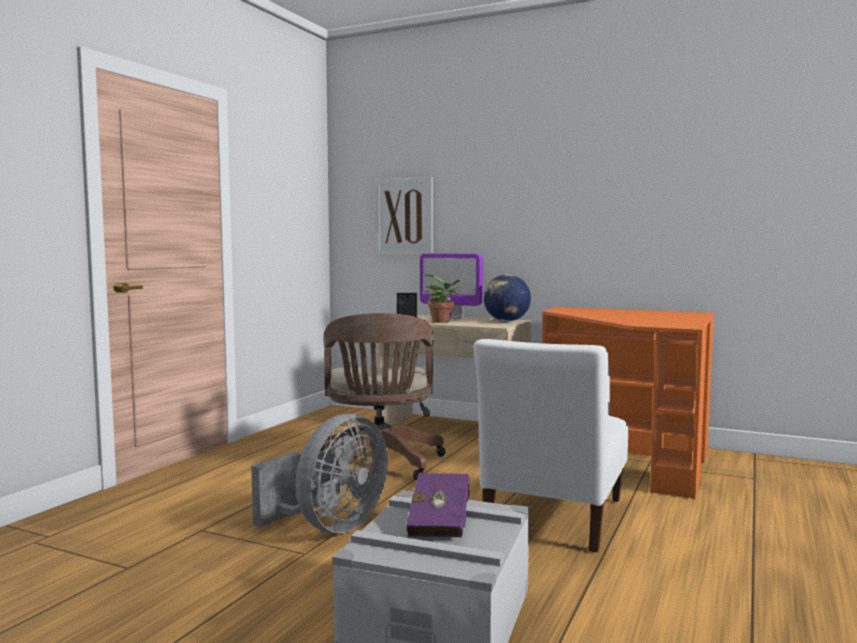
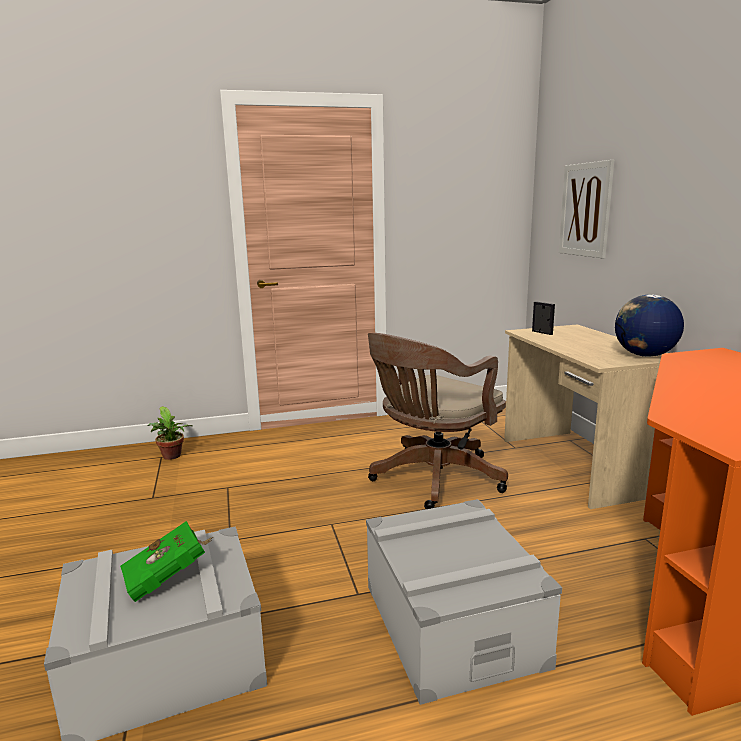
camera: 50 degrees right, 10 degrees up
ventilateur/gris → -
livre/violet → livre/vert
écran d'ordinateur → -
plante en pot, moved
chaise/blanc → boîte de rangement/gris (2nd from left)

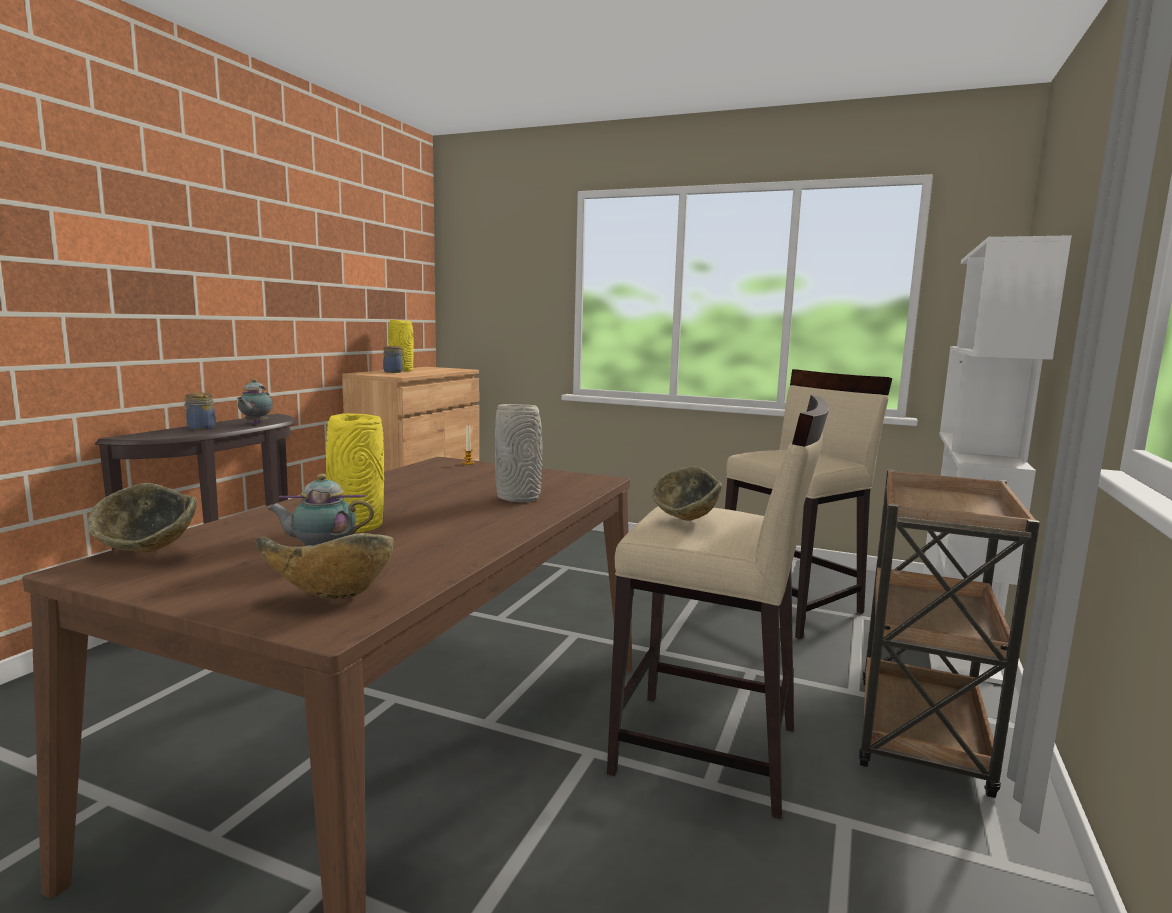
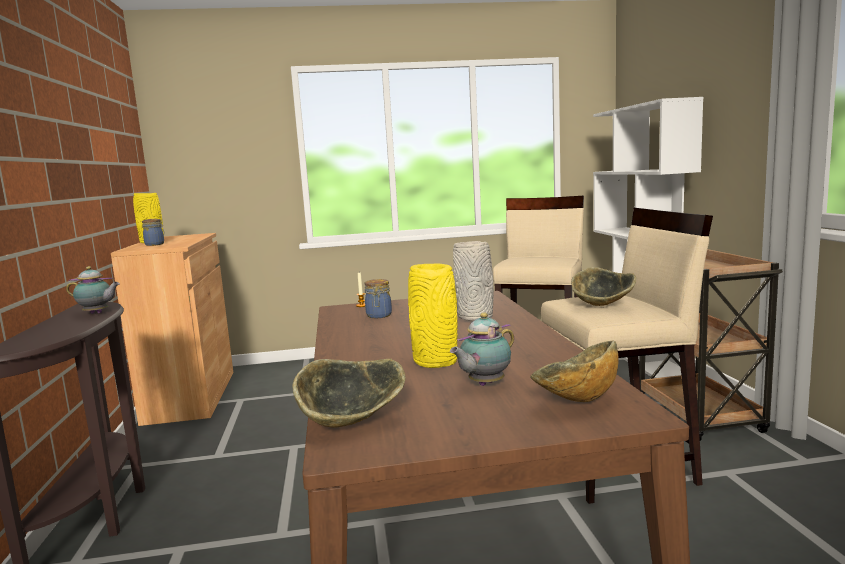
camera: 30 degrees left, 0 degrees up
bocal (1st from left in the first image) → bocal (2nd from left), moved
théière (1st from left), 60 degrees counterclockwise

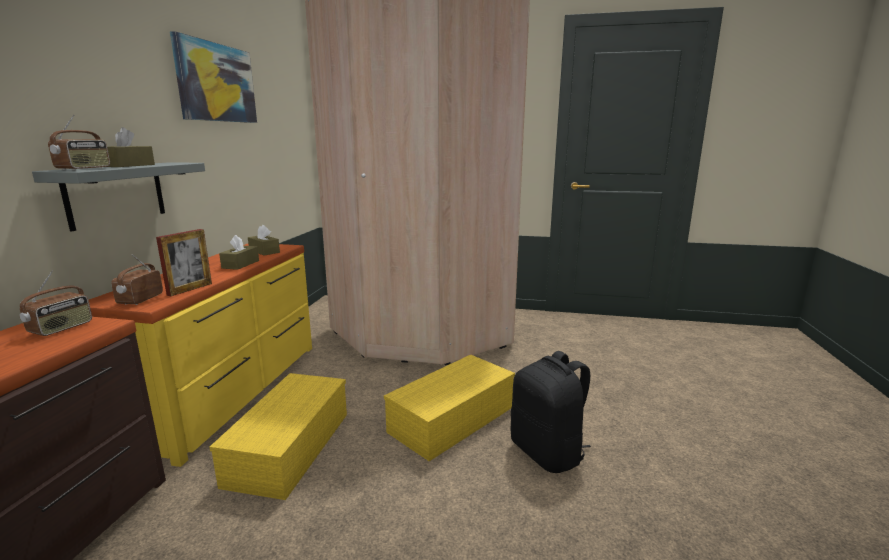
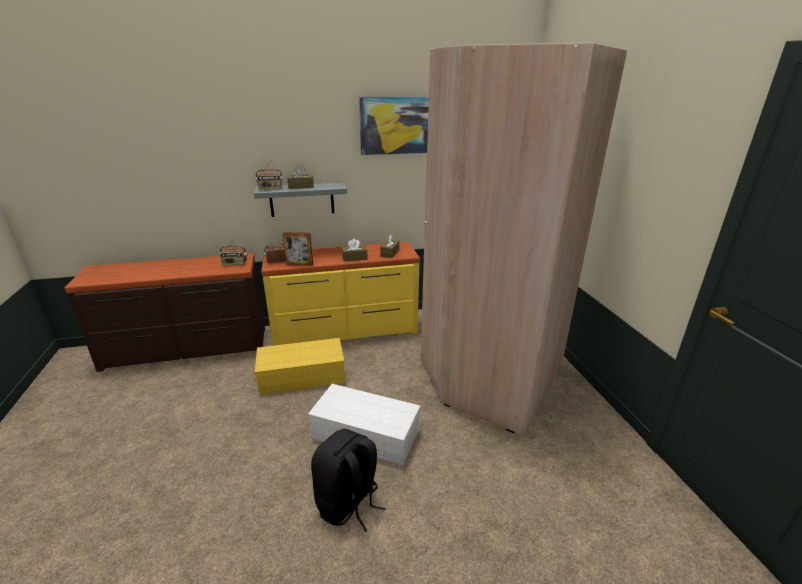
camera: 65 degrees right, 10 degrees up
boîte de rangement/jaune (2nd from left) → boîte de rangement/blanc

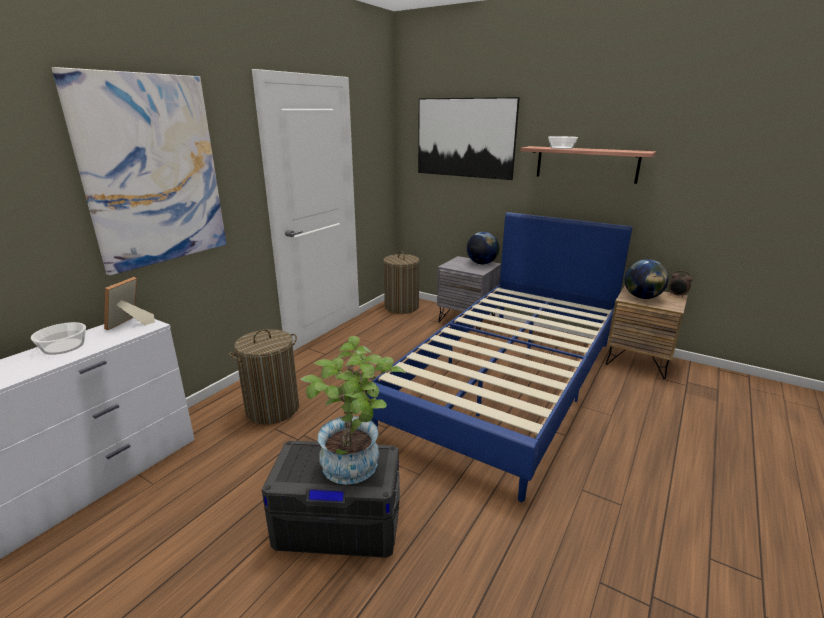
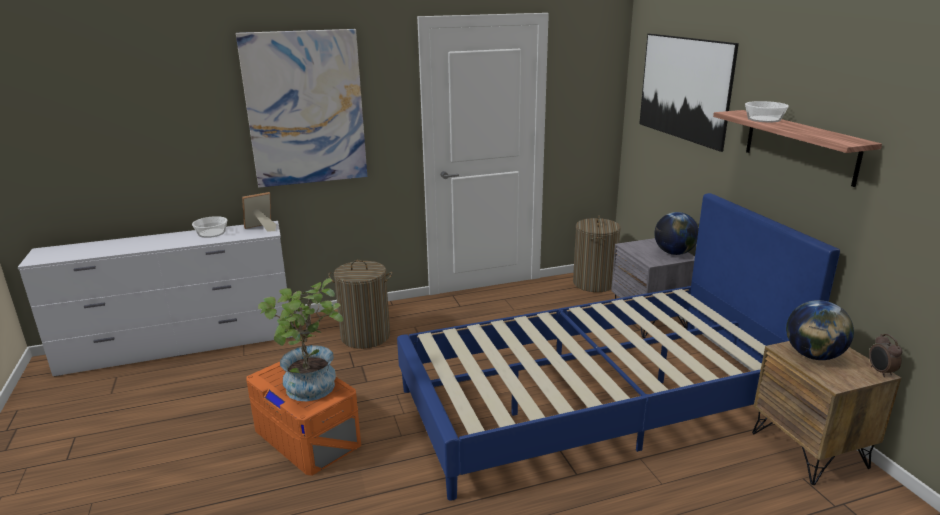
camera: 40 degrees right, 0 degrees up
boîte de rangement/gris → boîte de rangement/orange

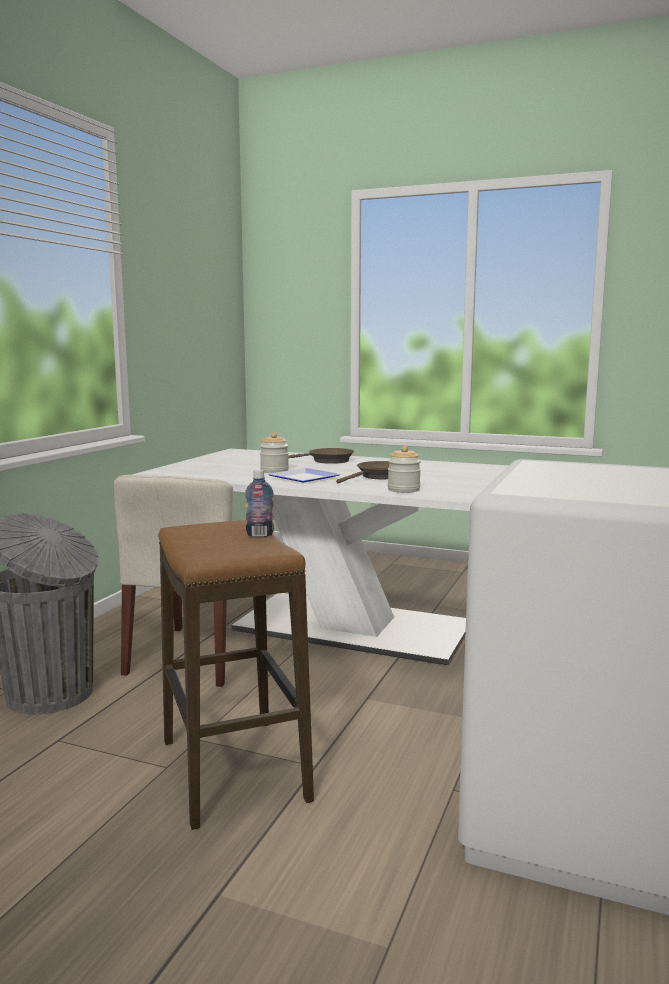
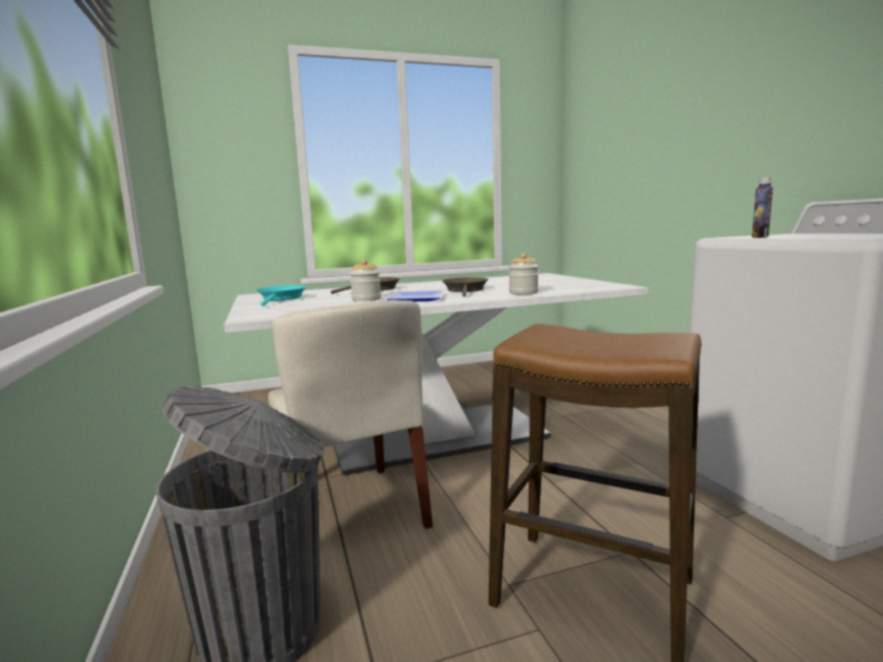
camera: 40 degrees left, 0 degrees up
bouteille, moved
- → poêle/turquoise

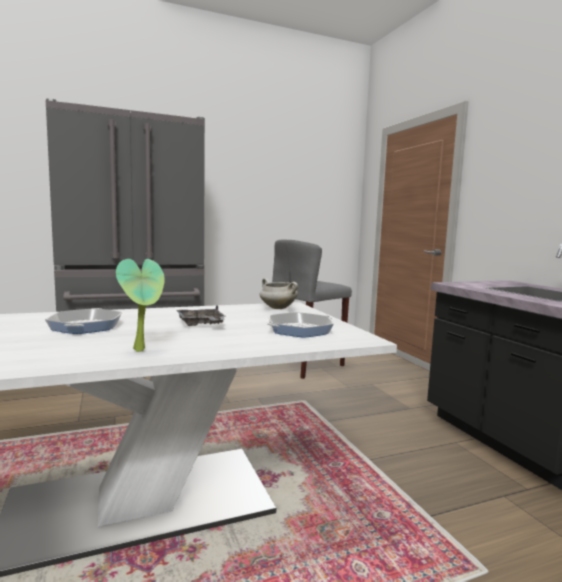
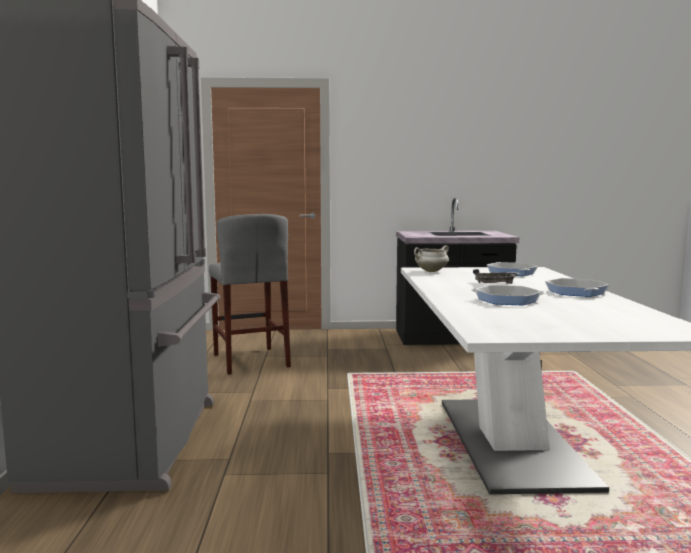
camera: 70 degrees left, 0 degrees up
plante en pot → poêle (3rd from left)

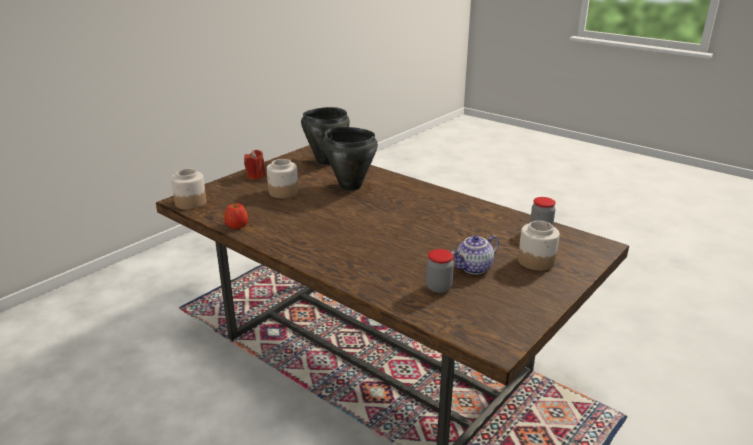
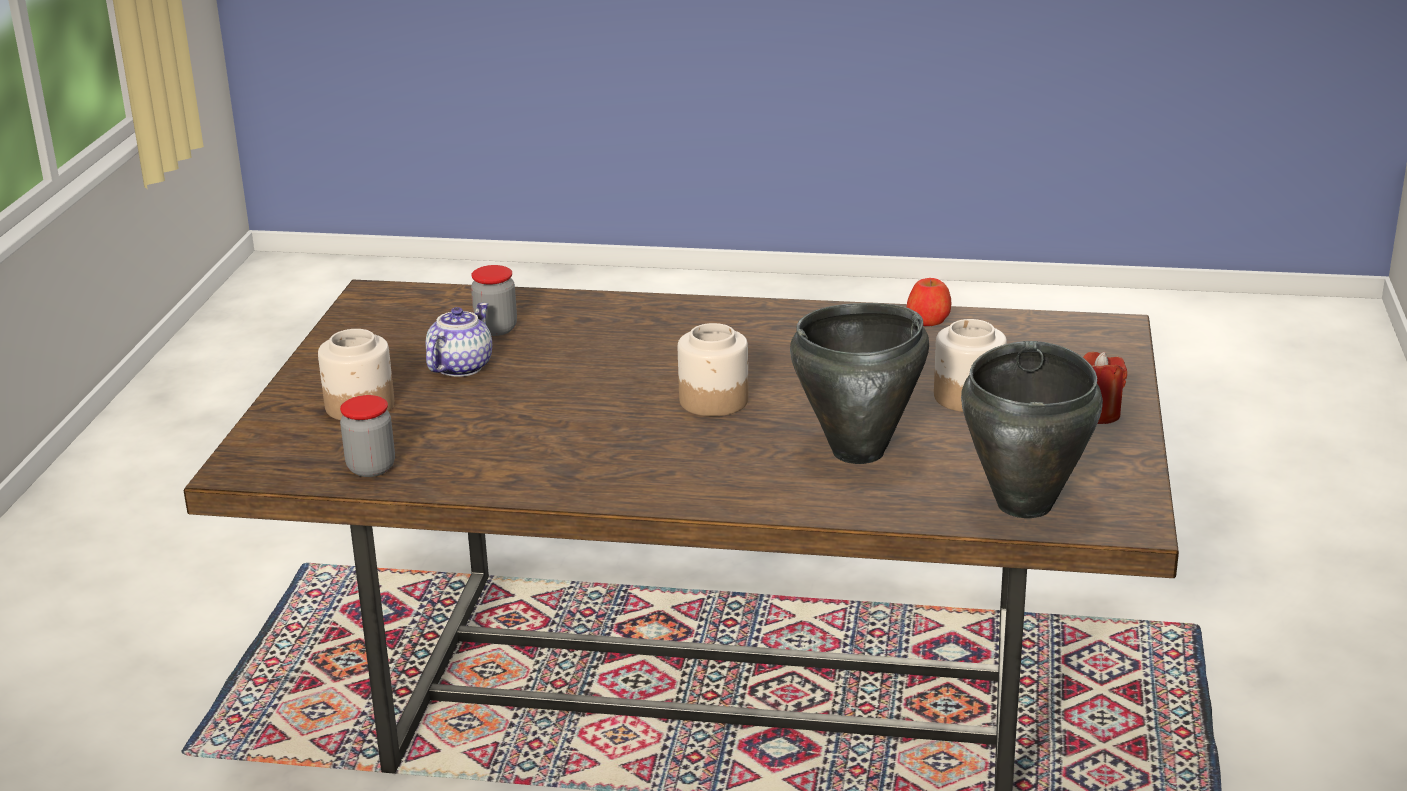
camera: 150 degrees right, 0 degrees up
bocal (1st from left in the first image) → bocal (4th from left), moved

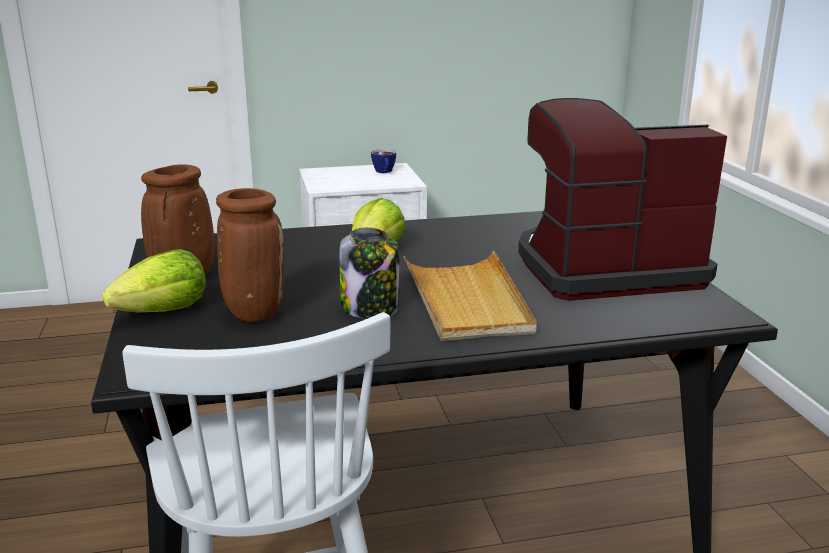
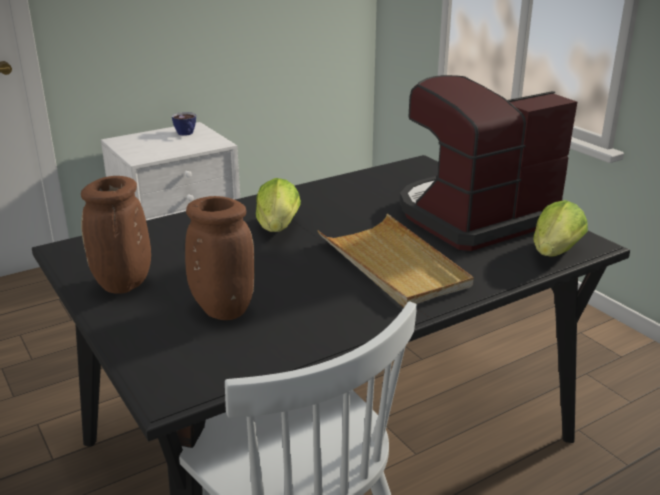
camera: 20 degrees left, 5 degrees up
laitue (1st from left in the first image) → laitue (2nd from left), moved
bocal → -

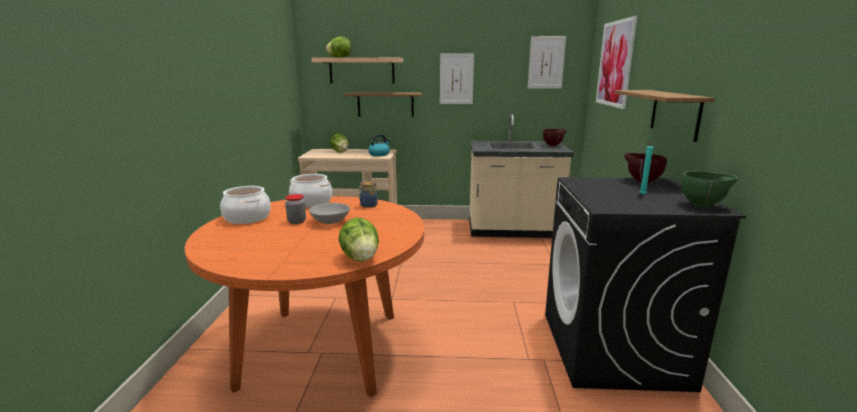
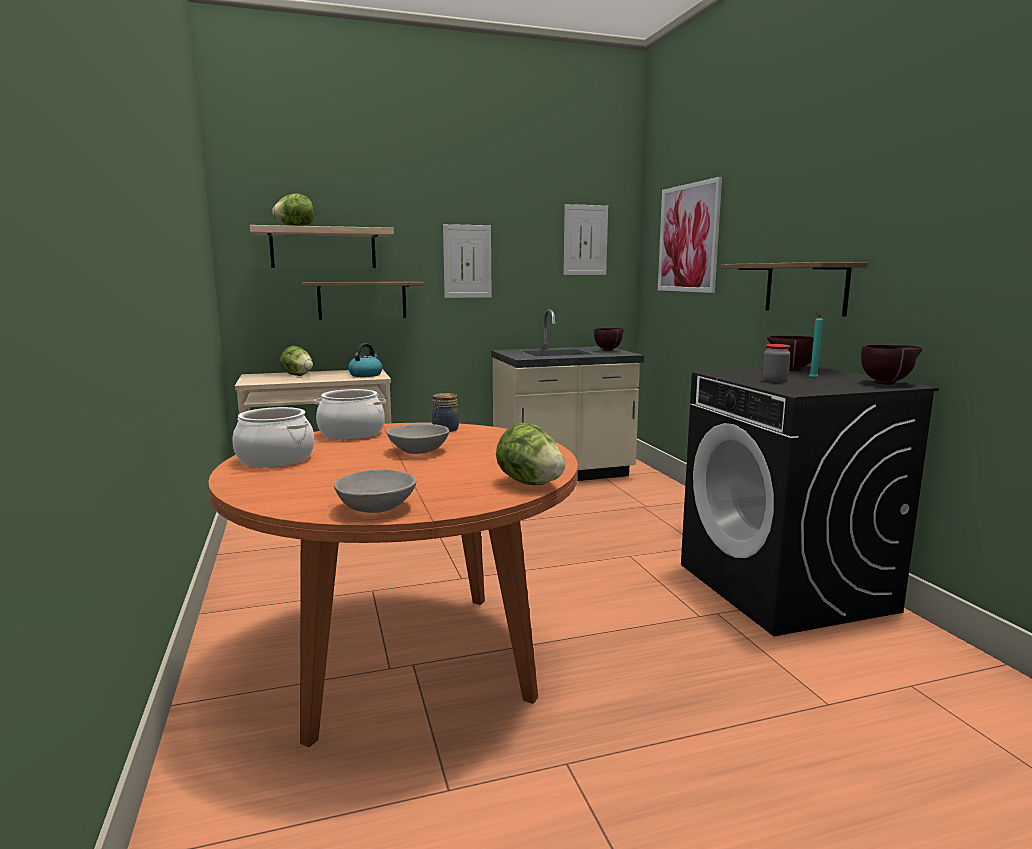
camera: 20 degrees left, 5 degrees down
bocal (1st from left in the first image) → bocal (2nd from left), moved
bol/vert → bol/marron (3rd from left)
- → bol/gris (1st from left)

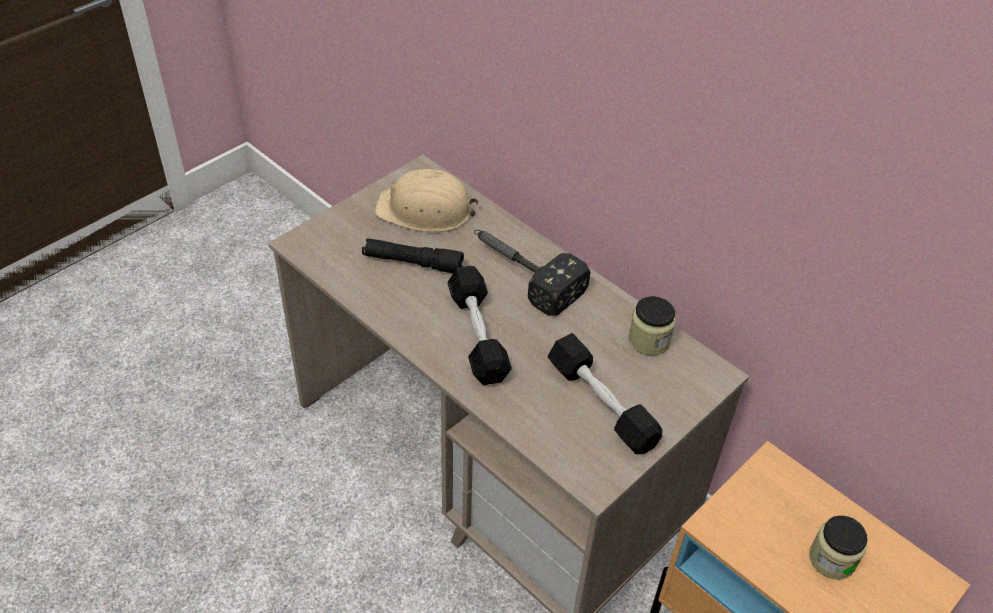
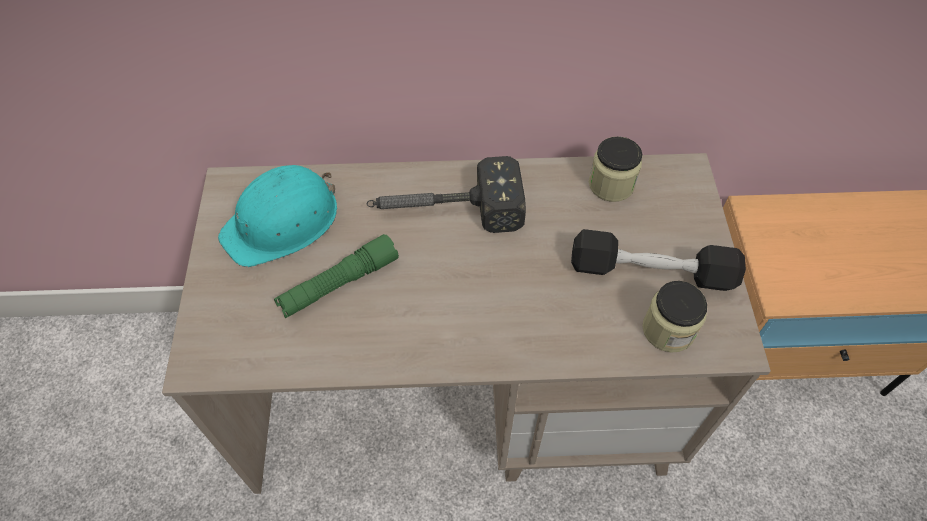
camera: 45 degrees left, 10 degrees up
lampe de poche/noir → lampe de poche/vert
casque de chantier/beige → casque de chantier/turquoise
haltère/noir (1st from left) → -
bocal (2nd from left), moved

